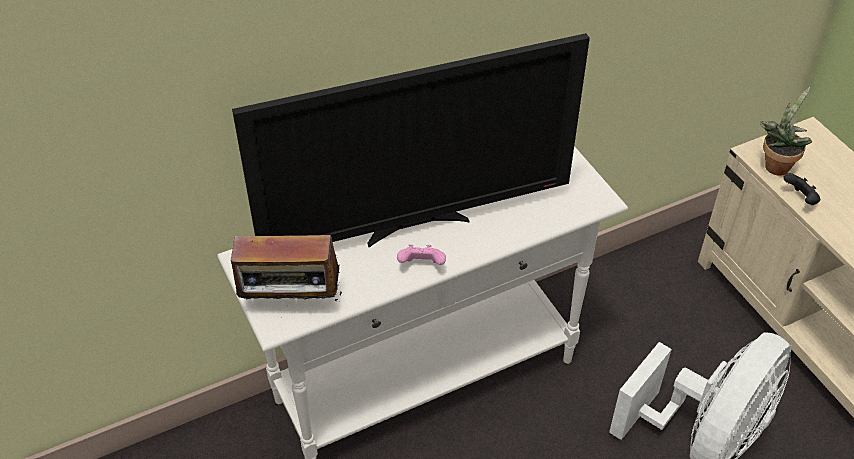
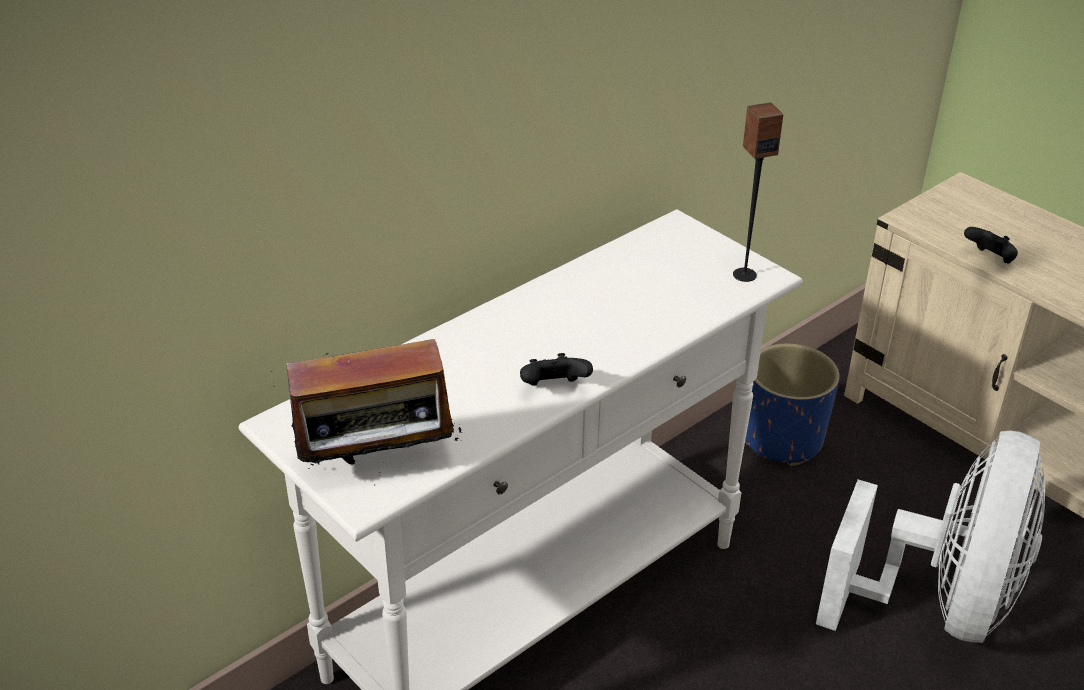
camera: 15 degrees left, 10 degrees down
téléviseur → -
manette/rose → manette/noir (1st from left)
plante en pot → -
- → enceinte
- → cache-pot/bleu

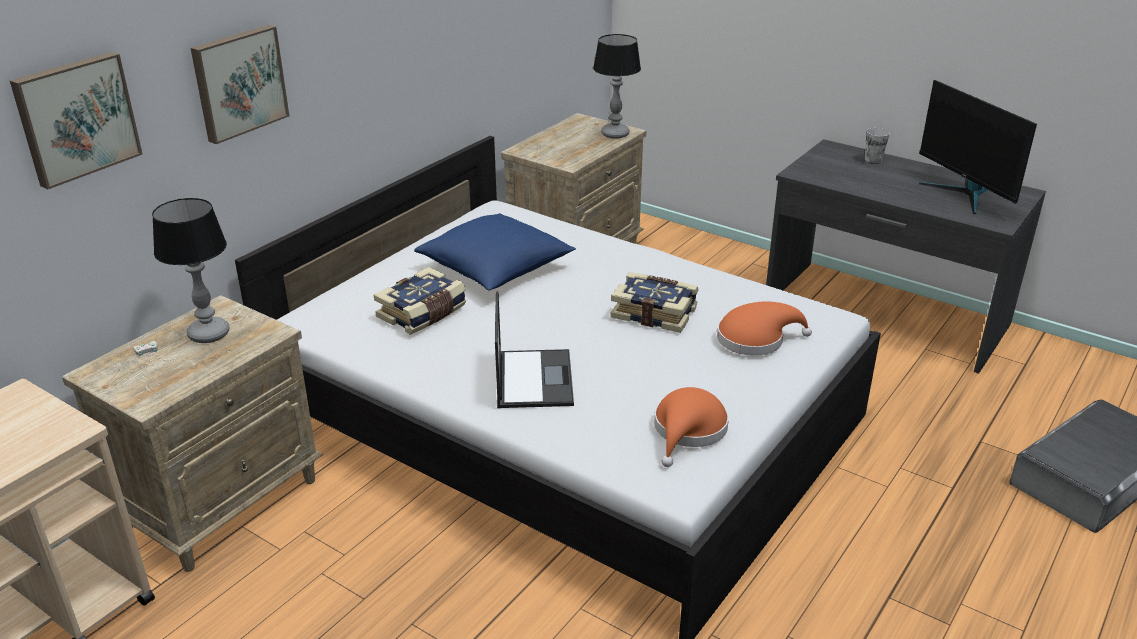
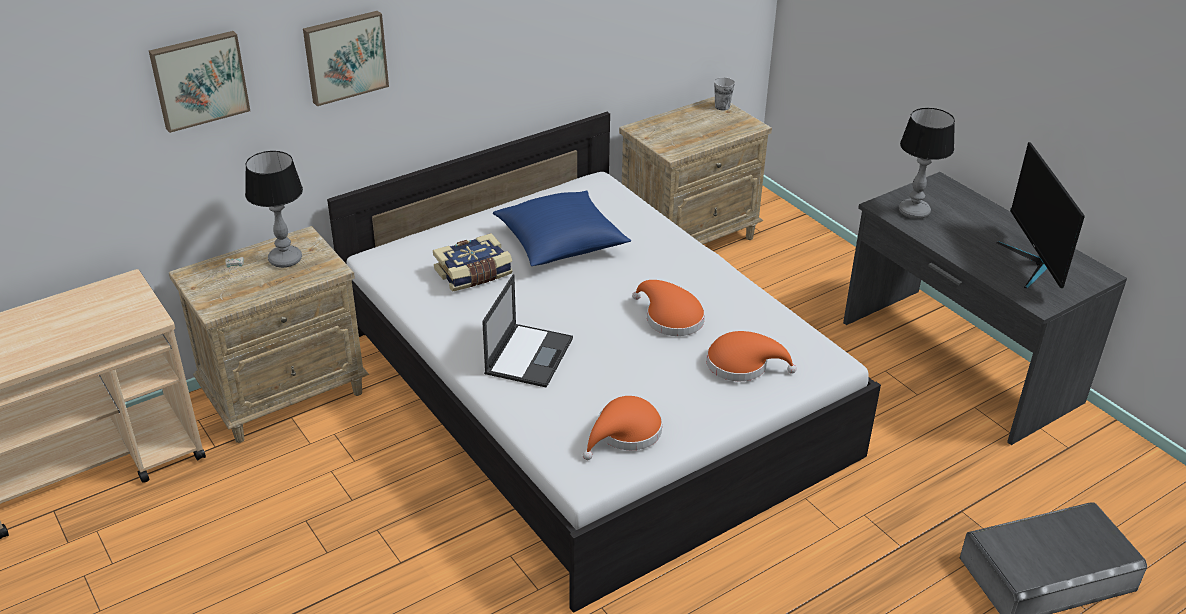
camera: 20 degrees right, 5 degrees up
lampe de table (2nd from left), moved
livre (2nd from left) → chapeau/orange (2nd from left)
tasse, moved

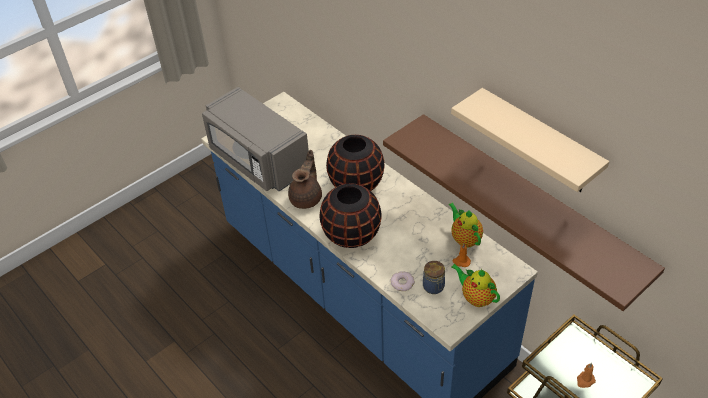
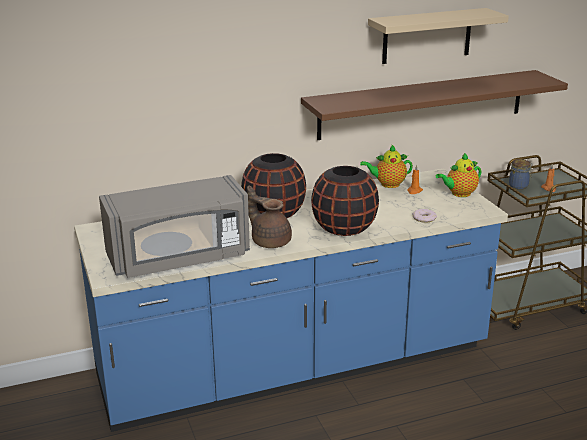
camera: 70 degrees left, 20 degrees down
bocal, moved

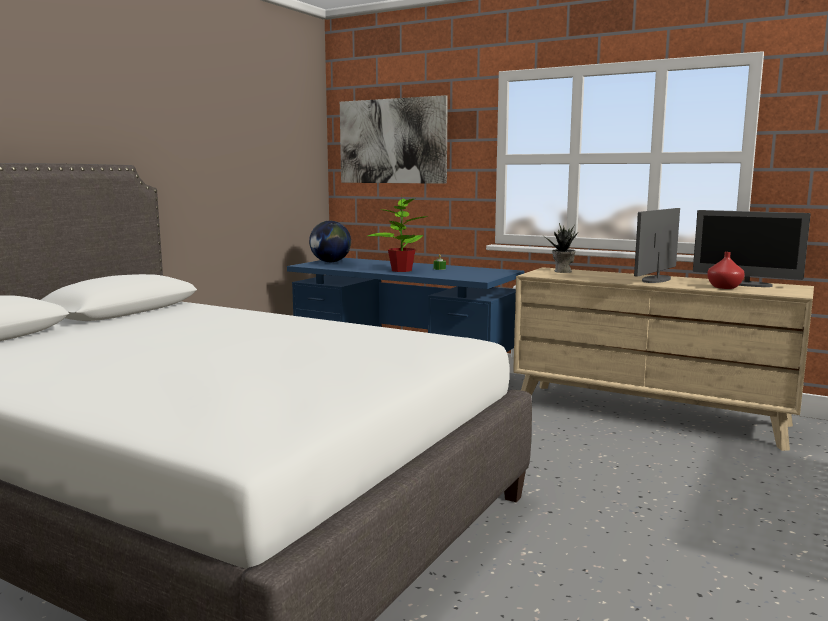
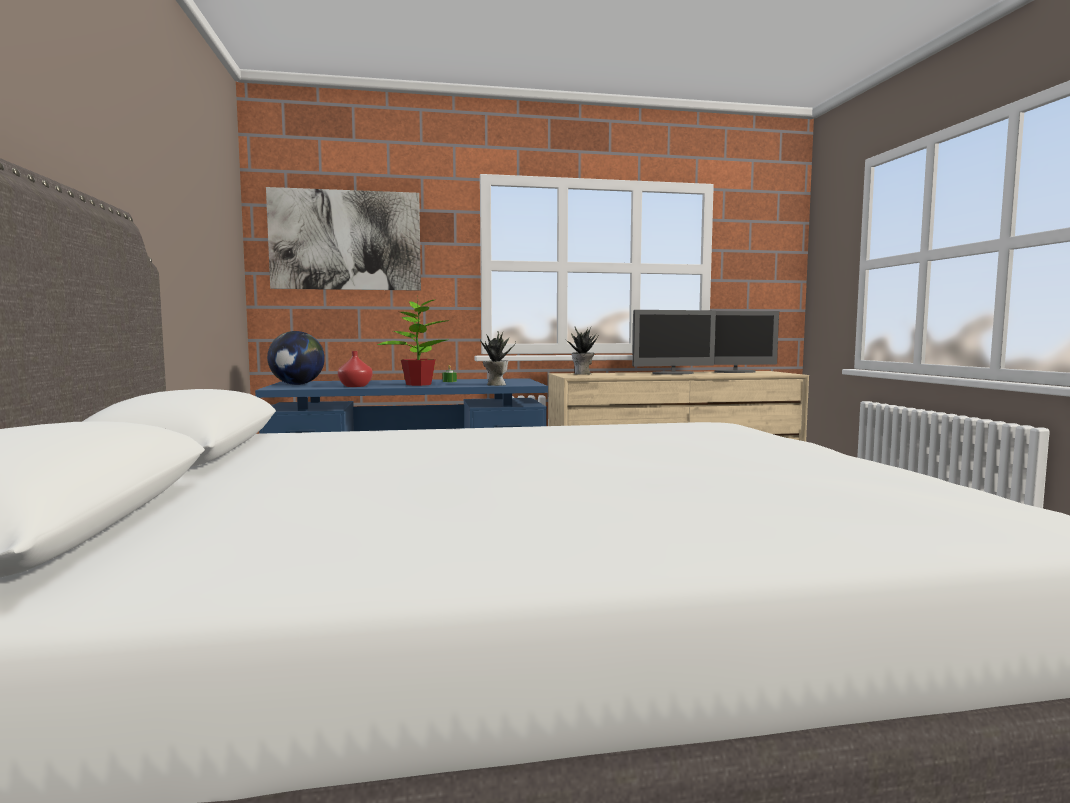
camera: 40 degrees left, 5 degrees down
écran d'ordinateur (1st from left), 105 degrees counterclockwise
vase/rouge, moved
- → plante en pot (2nd from left)

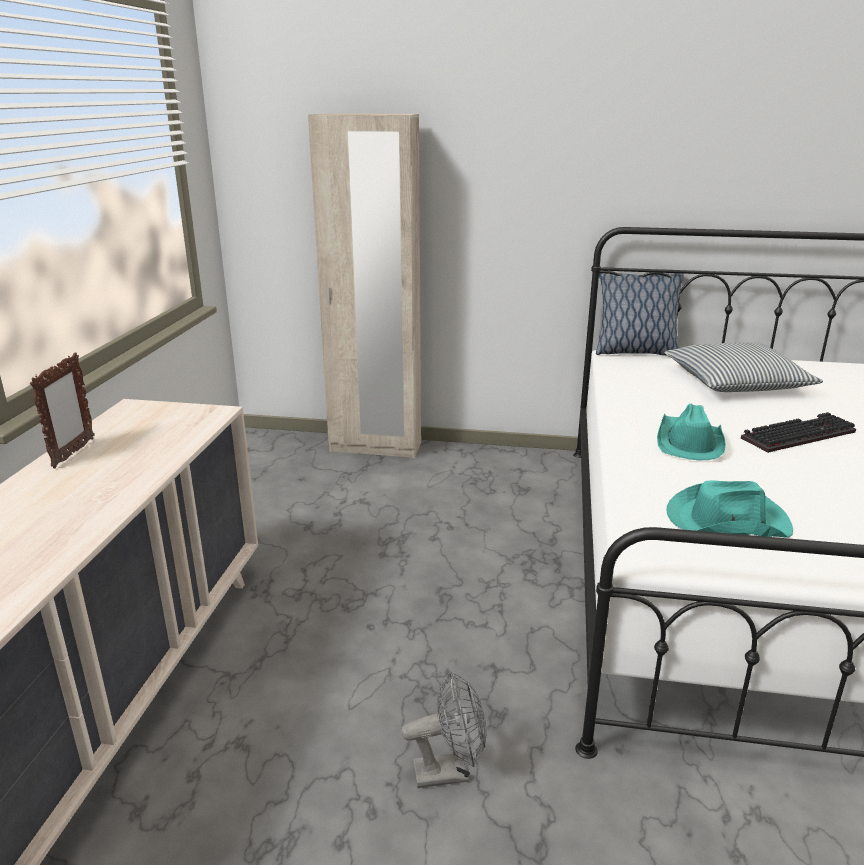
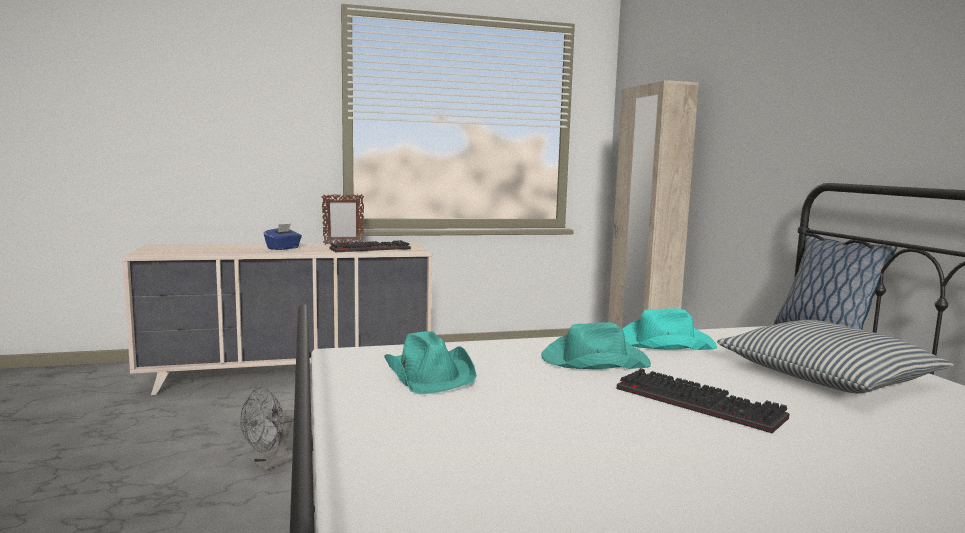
camera: 65 degrees right, 15 degrees down
ventilateur/gris, 75 degrees clockwise
- → boîte à mouchoirs/bleu
- → clavier (1st from left)
- → chapeau/turquoise (3rd from left)

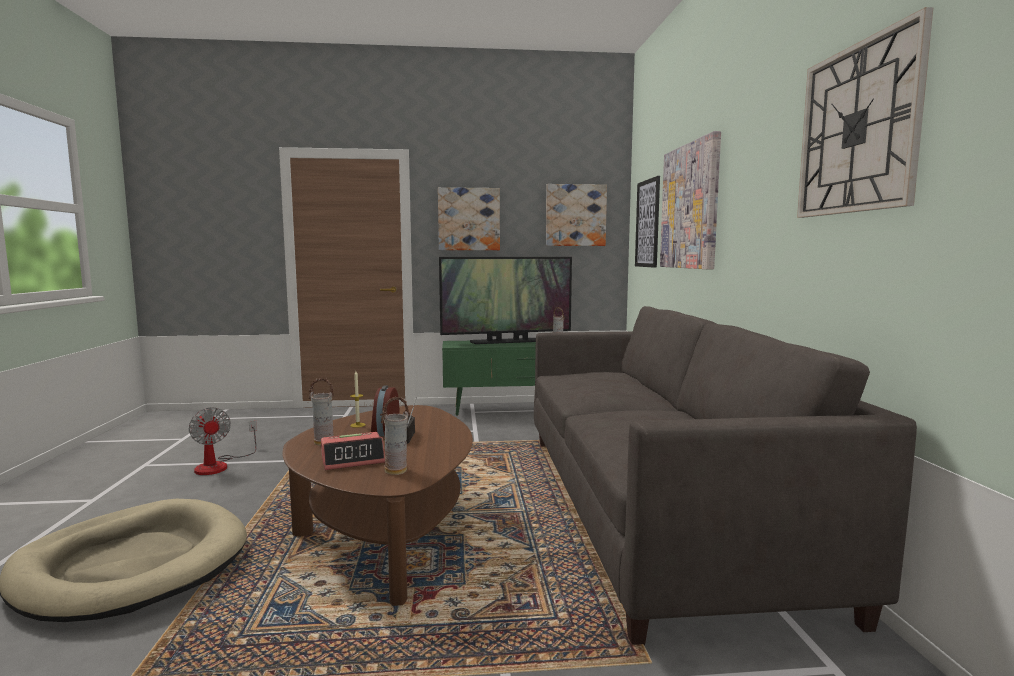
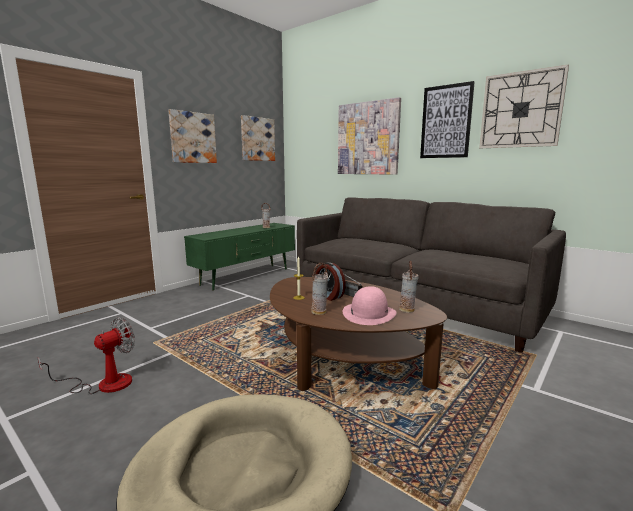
camera: 45 degrees left, 5 degrees up
ventilateur, 60 degrees counterclockwise
réveil (1st from left) → chapeau/rose
téléviseur → -
tableau (3rd from left in the first image) → tableau (4th from left), moved

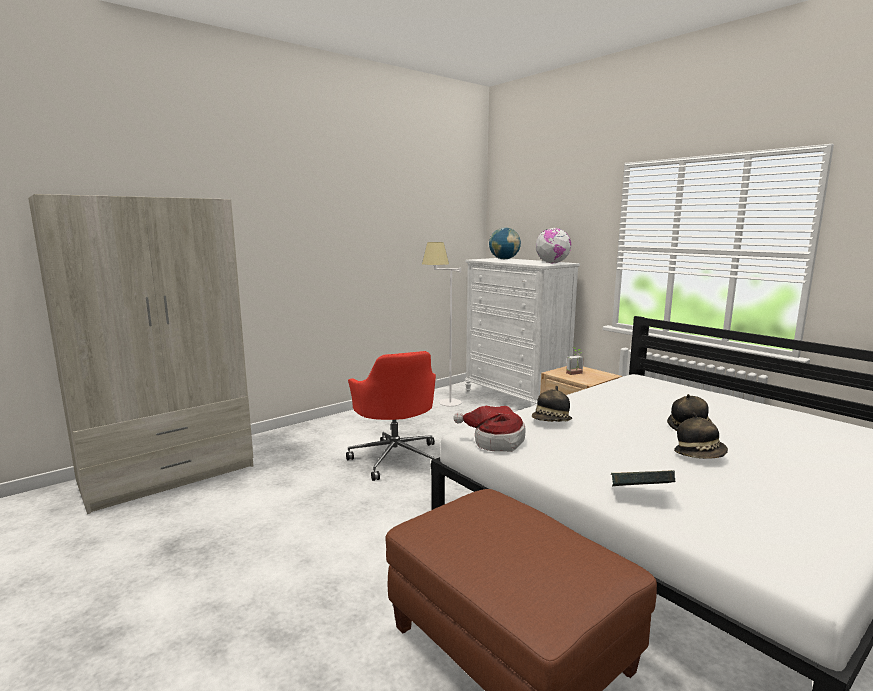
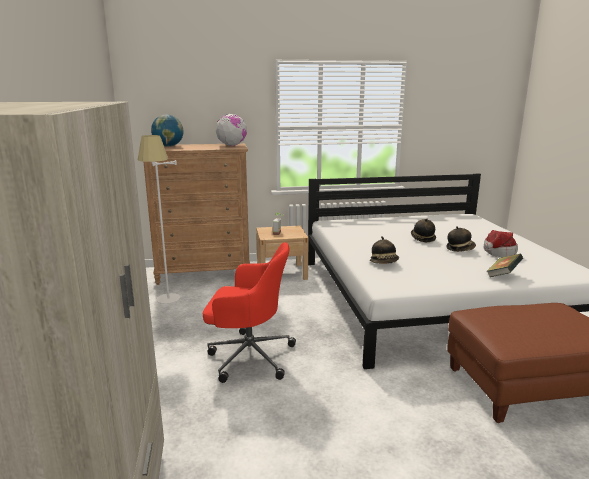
camera: 60 degrees left, 5 degrees up
chapeau (1st from left in the first image) → chapeau (4th from left), moved
commode/blanc → commode/marron

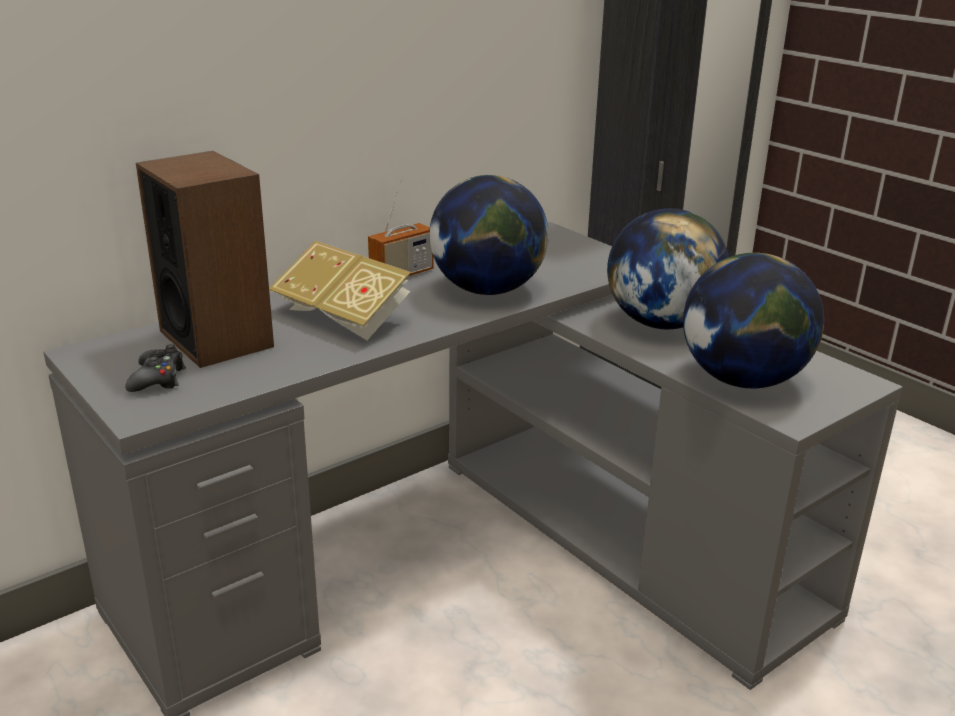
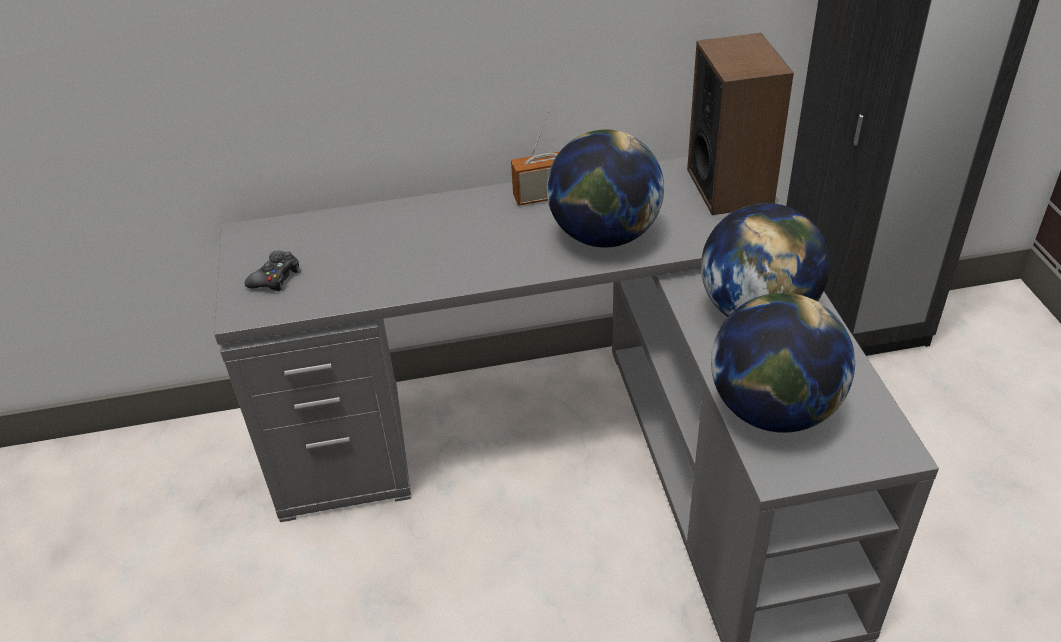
camera: 30 degrees right, 15 degrees up
enceinte, moved
livre → -

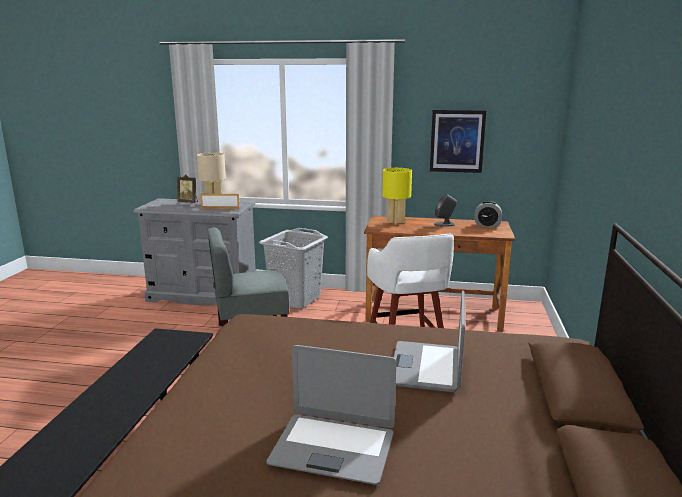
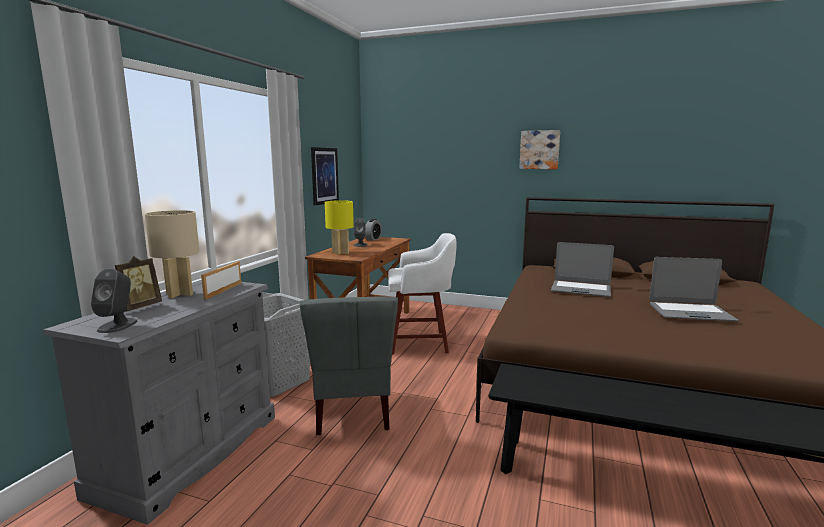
camera: 80 degrees left, 5 degrees down
ordinateur portable (1st from left in the first image) → ordinateur portable (2nd from left), 75 degrees clockwise
- → enceinte/gris (1st from left)
- → tableau (2nd from left)

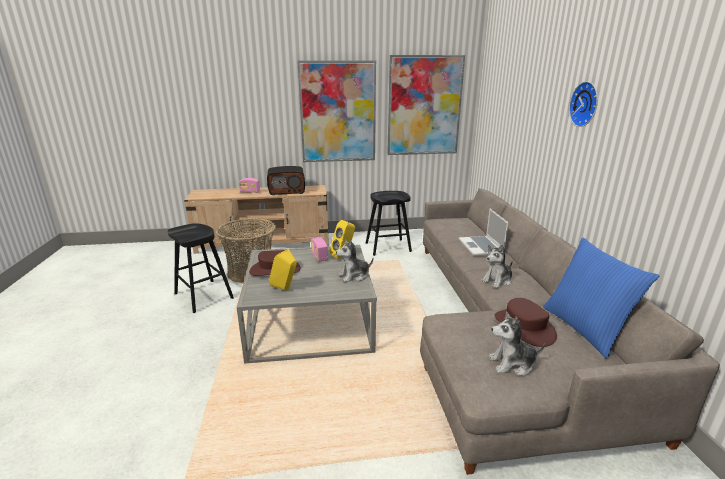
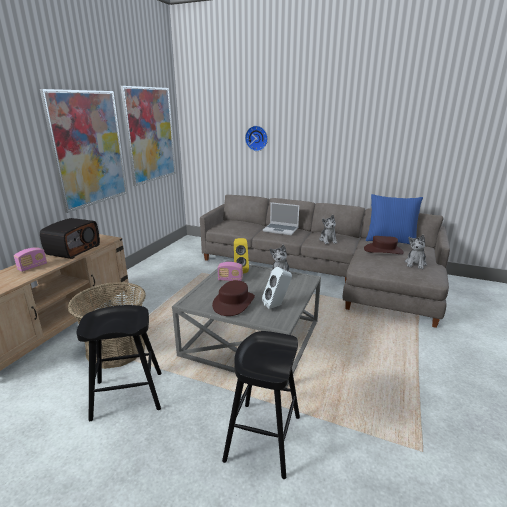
camera: 60 degrees left, 0 degrees up
enceinte/jaune (1st from left) → enceinte/blanc
tabouret/noir (2nd from left), moved
horloge murale, moved

